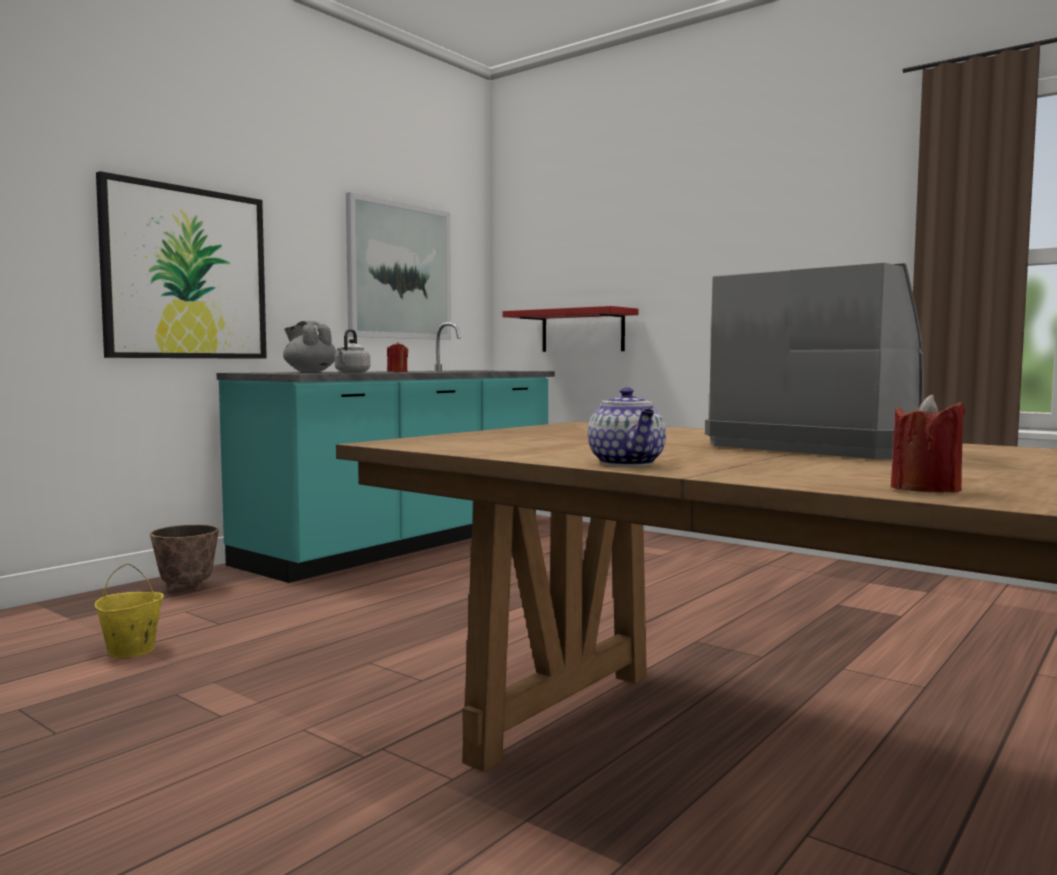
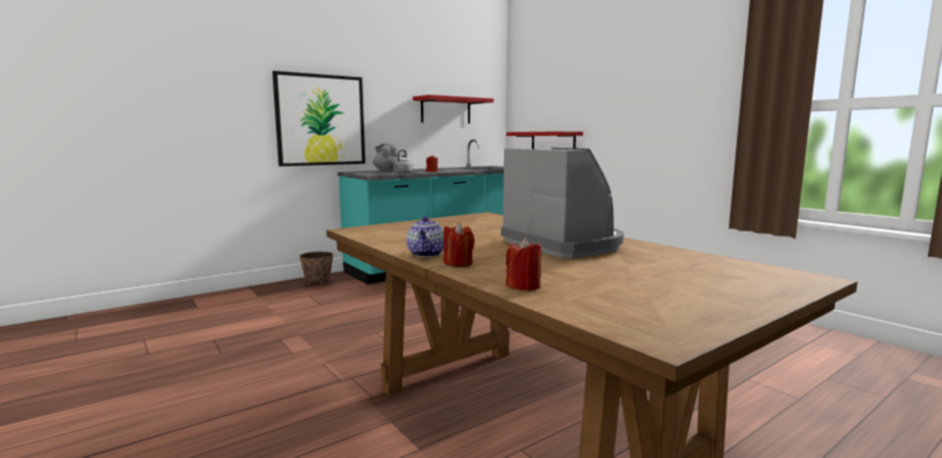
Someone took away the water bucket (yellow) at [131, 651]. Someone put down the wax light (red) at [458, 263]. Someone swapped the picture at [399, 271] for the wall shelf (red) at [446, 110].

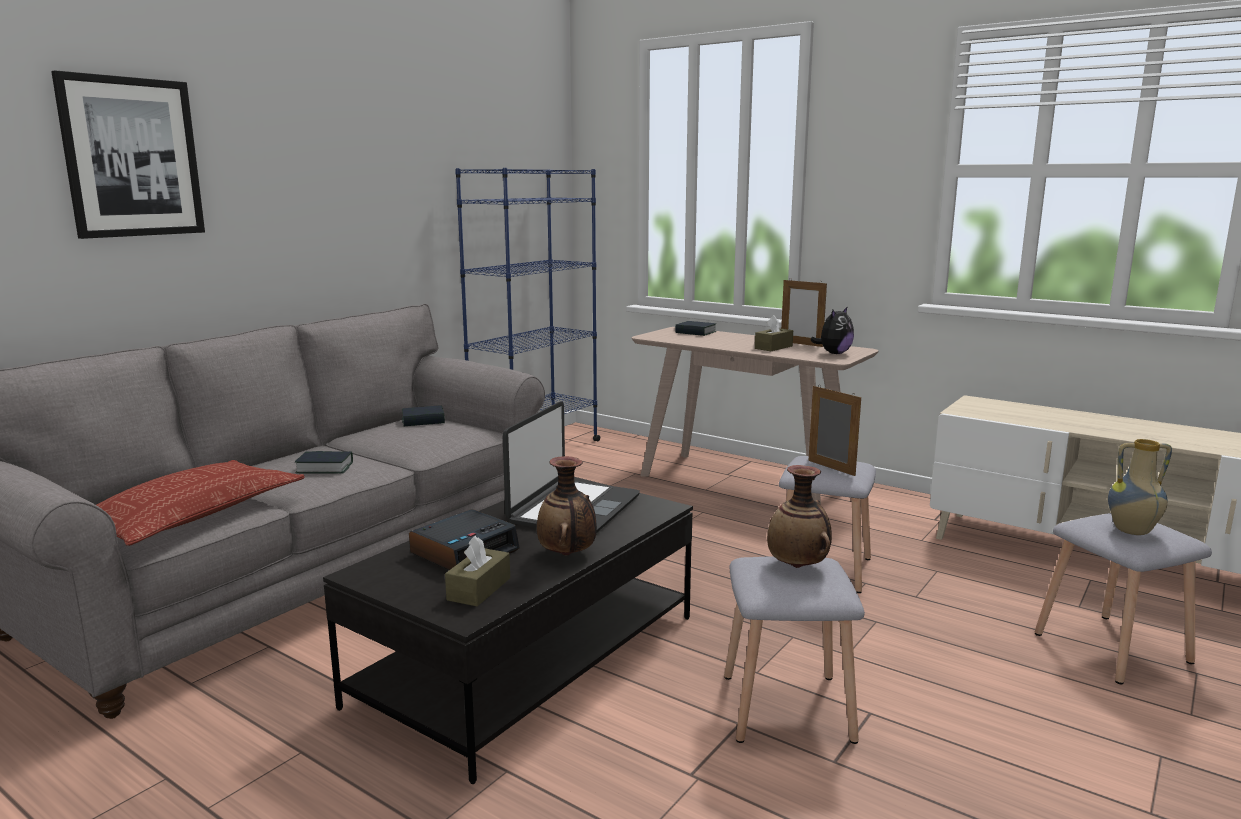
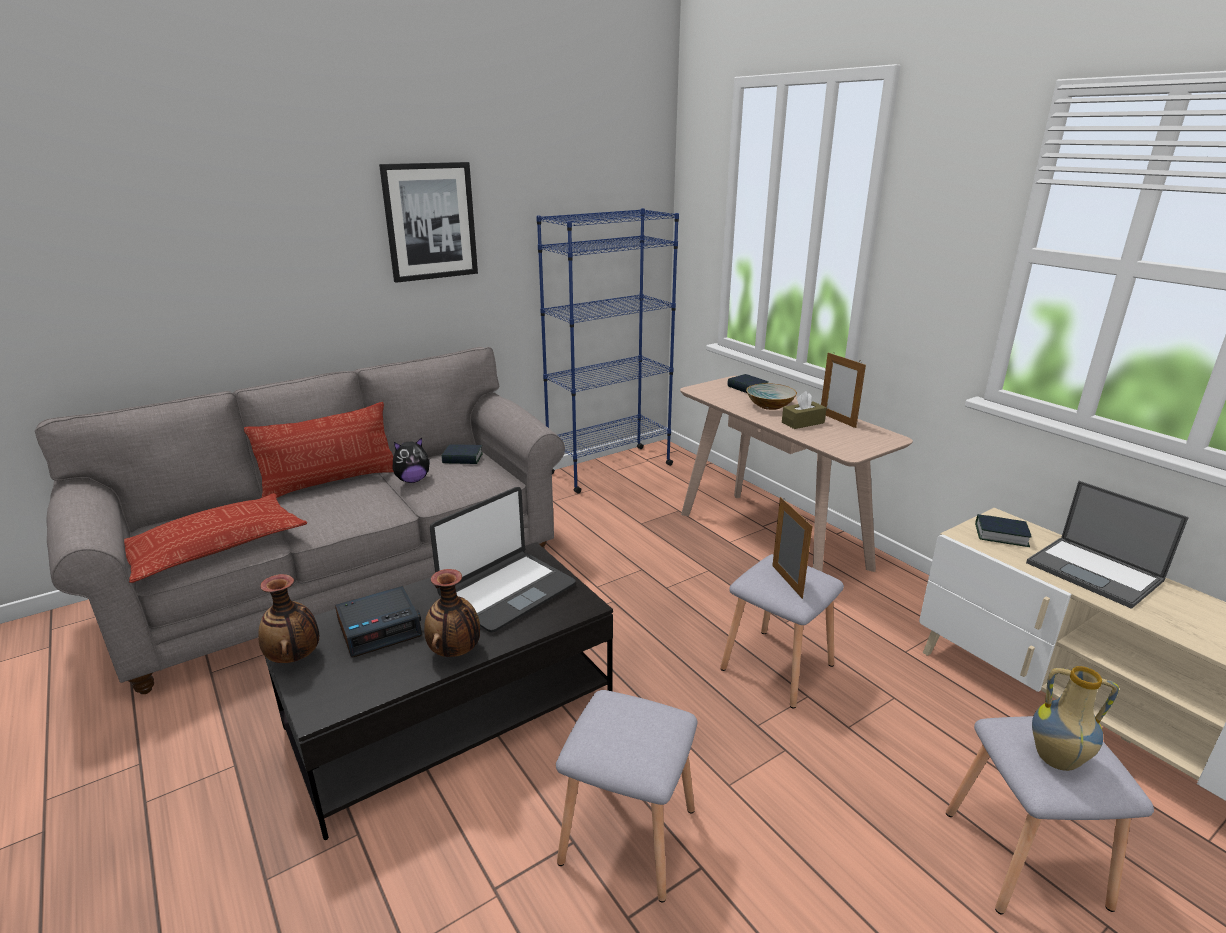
Someone took away the box of tissues (brown-coloured) at [479, 589]. Someone put down the throw pillow at [331, 482]. Someone put down the deep dish at [770, 405]. Someone put down the portable computer at [1095, 572]. Someone carried the picture from [132, 157] to [430, 221]. Someone carried the book from [324, 468] to [1001, 535]. Someone carried the vase from [798, 566] to [295, 657]. Someone carried the plush toy from [834, 353] to [412, 480].

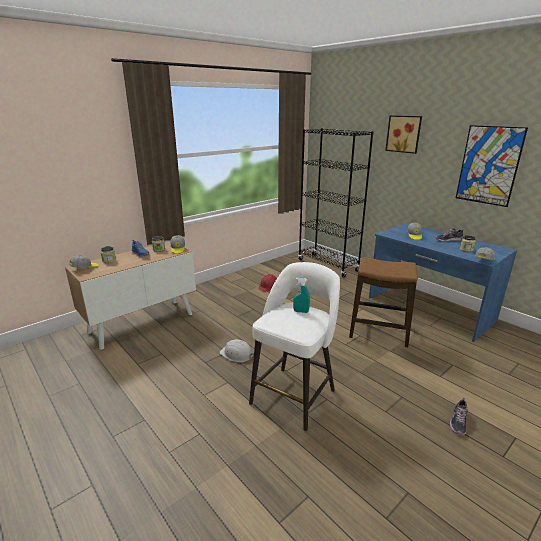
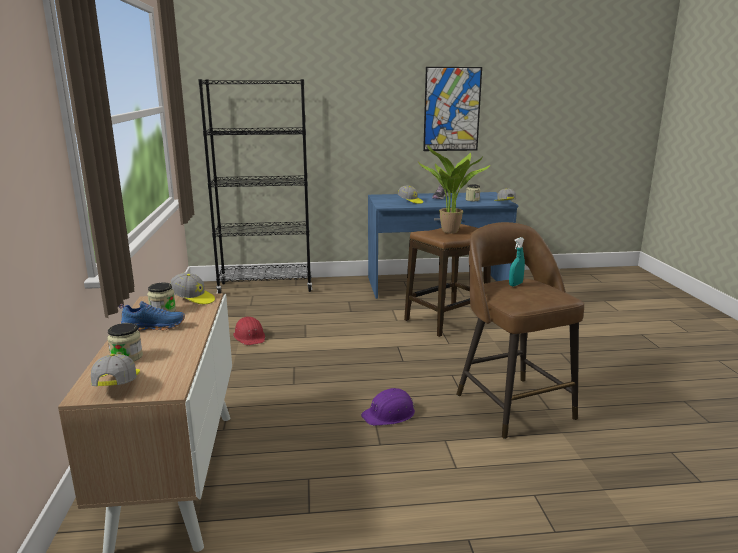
Someone took away the picture at [404, 134]. Someone took away the low shoe at [458, 422]. Someone put down the potted plant at [451, 232]. Someone repainted the safety helmet (whitish) at [236, 354], which became the safety helmet (purple) at [389, 414]. Someone repainted the stool (whitish) at [294, 395], which became the stool (brown-coloured) at [512, 404].

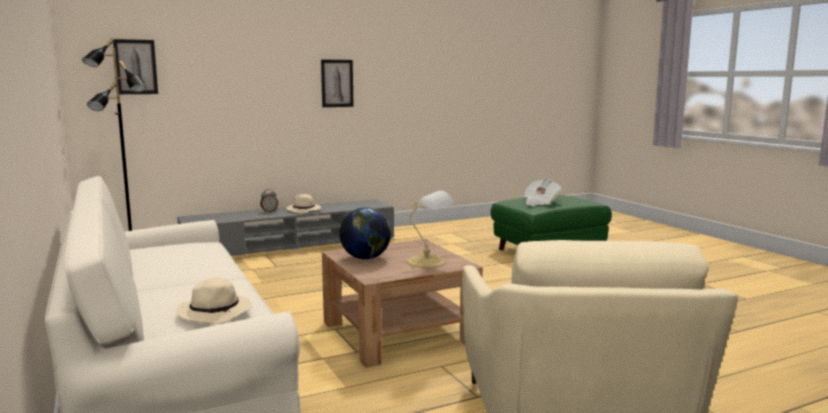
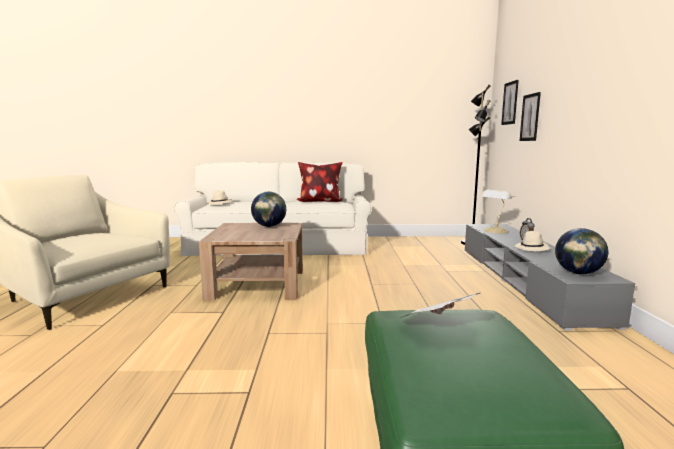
Someone put down the throw pillow at [319, 201]. Someone put down the globe at [578, 273]. Someone carried the picture from [337, 83] to [530, 117]. Someone carried the table lamp from [428, 262] to [495, 231].

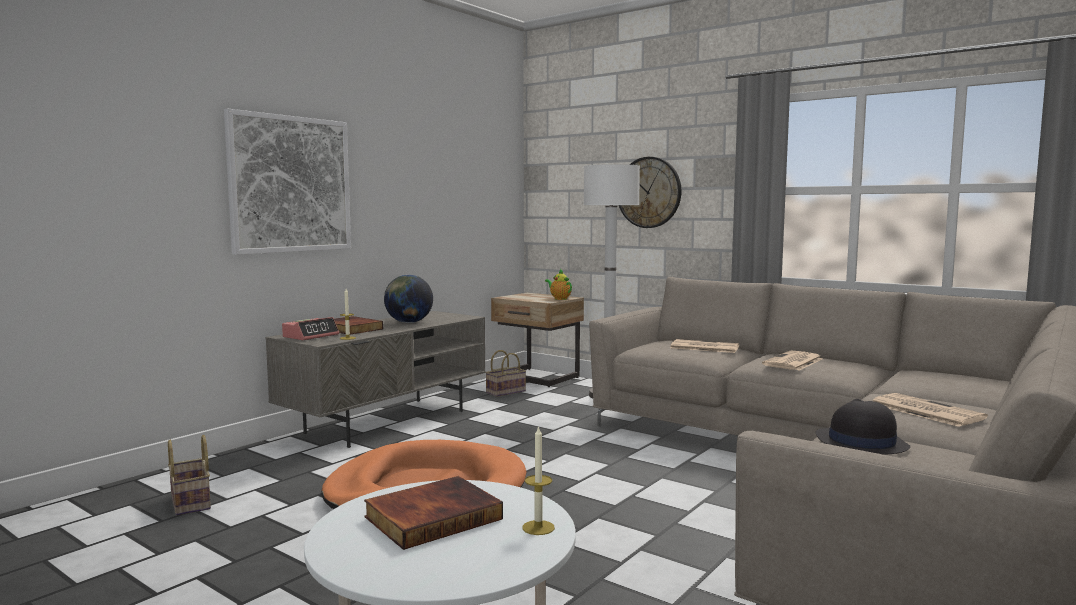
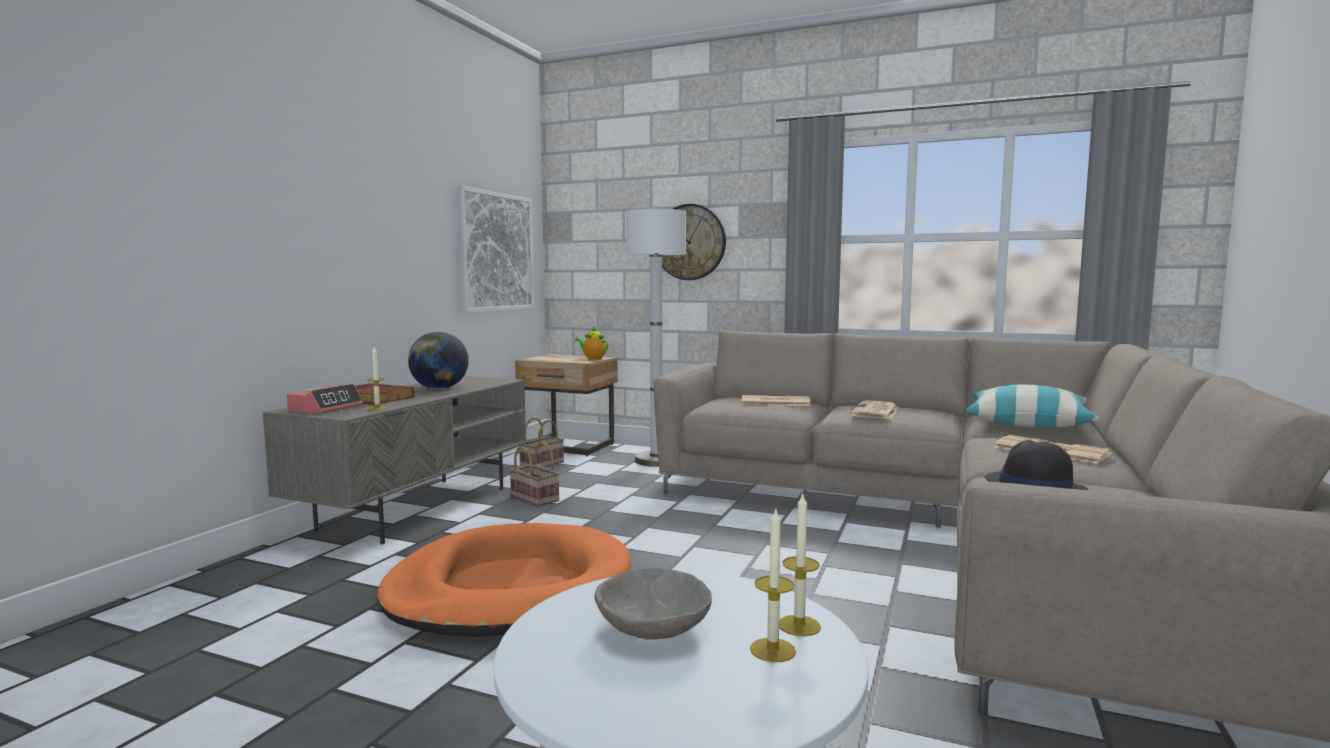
Someone put down the wax light at [772, 650]. Someone put down the throw pillow at [1027, 423]. Someone carried the basket from [192, 502] to [536, 498]. Someone carried the picture from [290, 184] to [496, 252]. Someone swapped the book at [433, 517] for the deep dish (gray) at [653, 628].

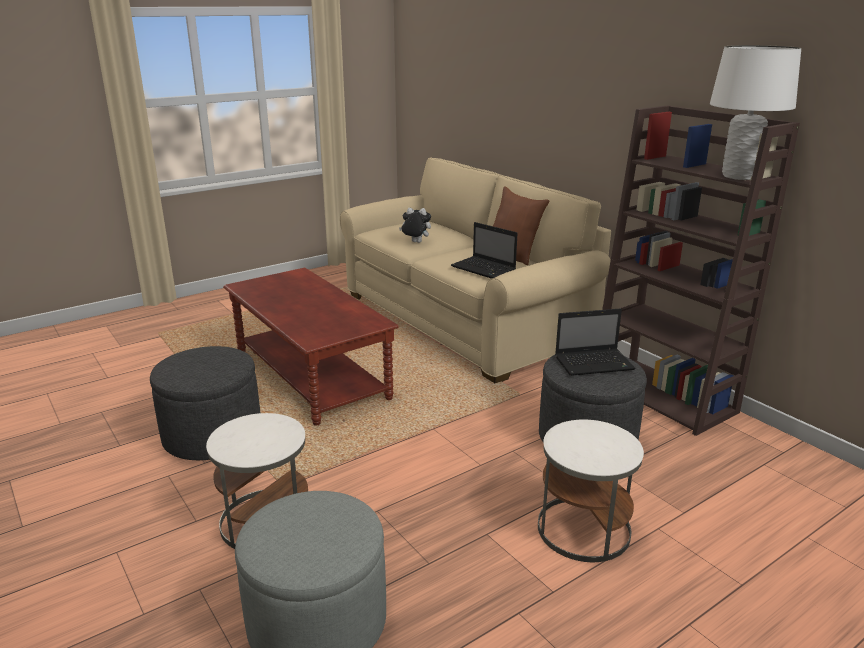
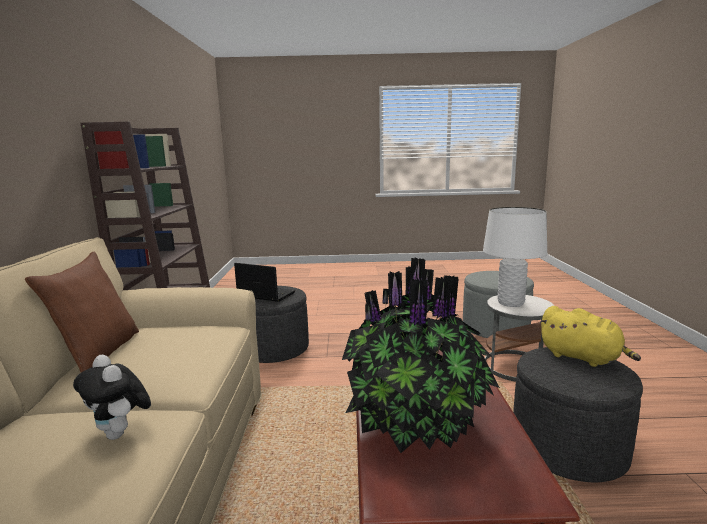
Someone took away the portable computer at [484, 269]. Someone took away the accent table (whitish) at [583, 530]. Someone put down the potted plant at [417, 428]. Someone put down the plush toy (yellow) at [582, 358]. Someone carried the table lamp (whitish) from [739, 176] to [510, 303].

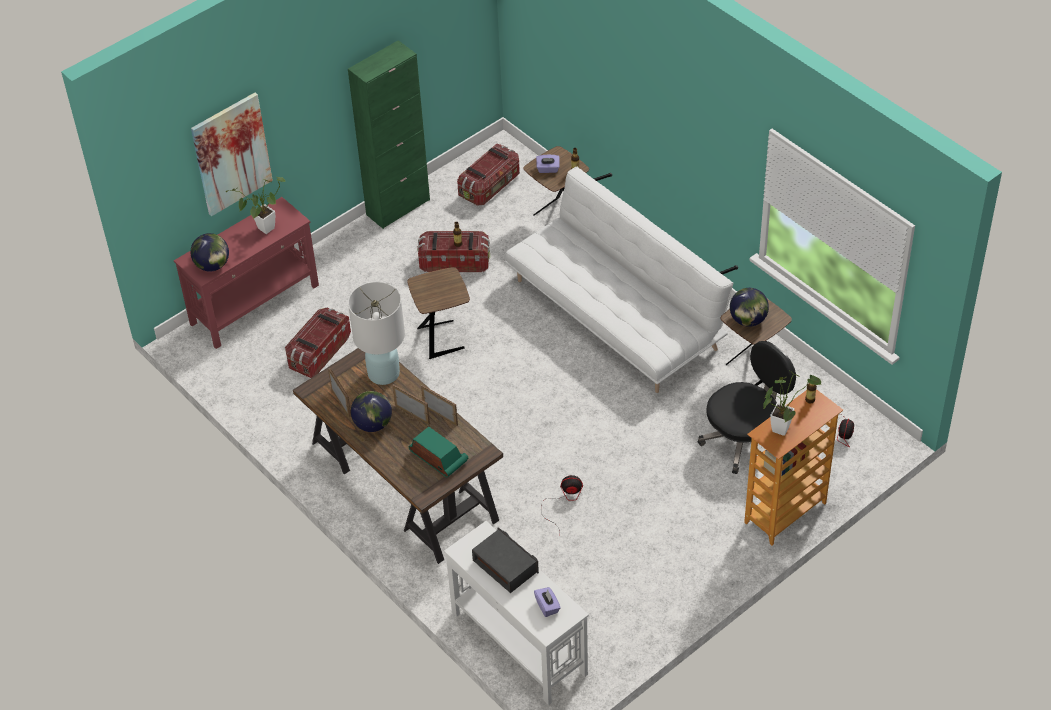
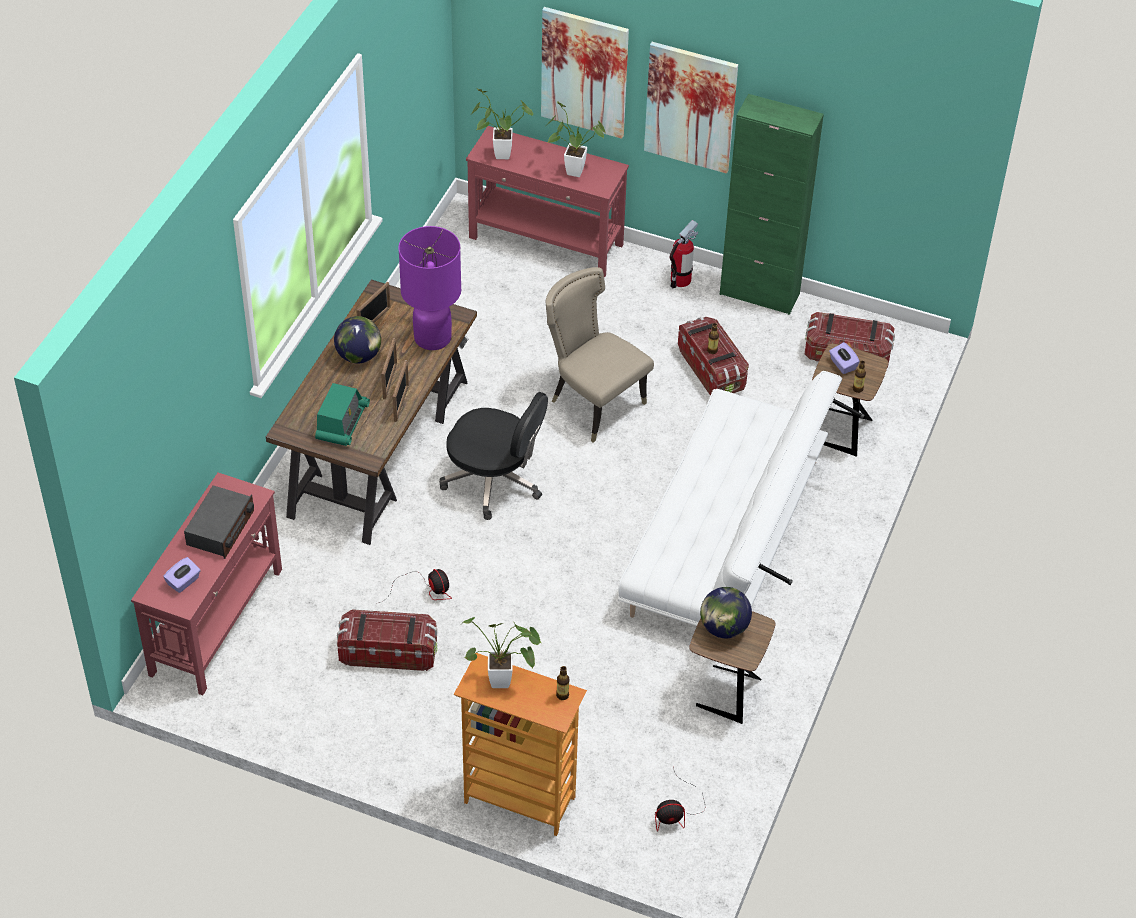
Someone put up the picture at [690, 107]. Someone put down the fire extinguisher at [680, 280]. Someone carried the storage box from [319, 352] to [388, 652]. Someone carried the office chair (blackish) from [744, 439] to [494, 481]. Someone swapped the globe at [212, 265] for the potted plant at [498, 154]. Someone swapped the accent table (brown-coloured) at [442, 338] for the upright chair (beige) at [593, 403]. Someone repainted the table lamp (whitish) at [383, 373], which became the table lamp (purple) at [432, 337]. Someone repainted the hall table (whitish) at [518, 642], which became the hall table (red) at [217, 621].

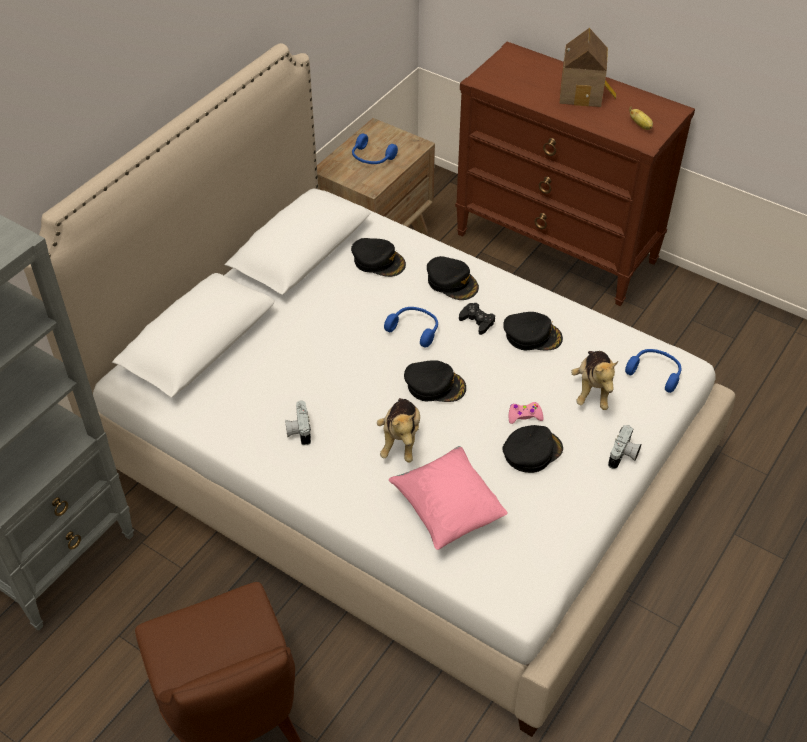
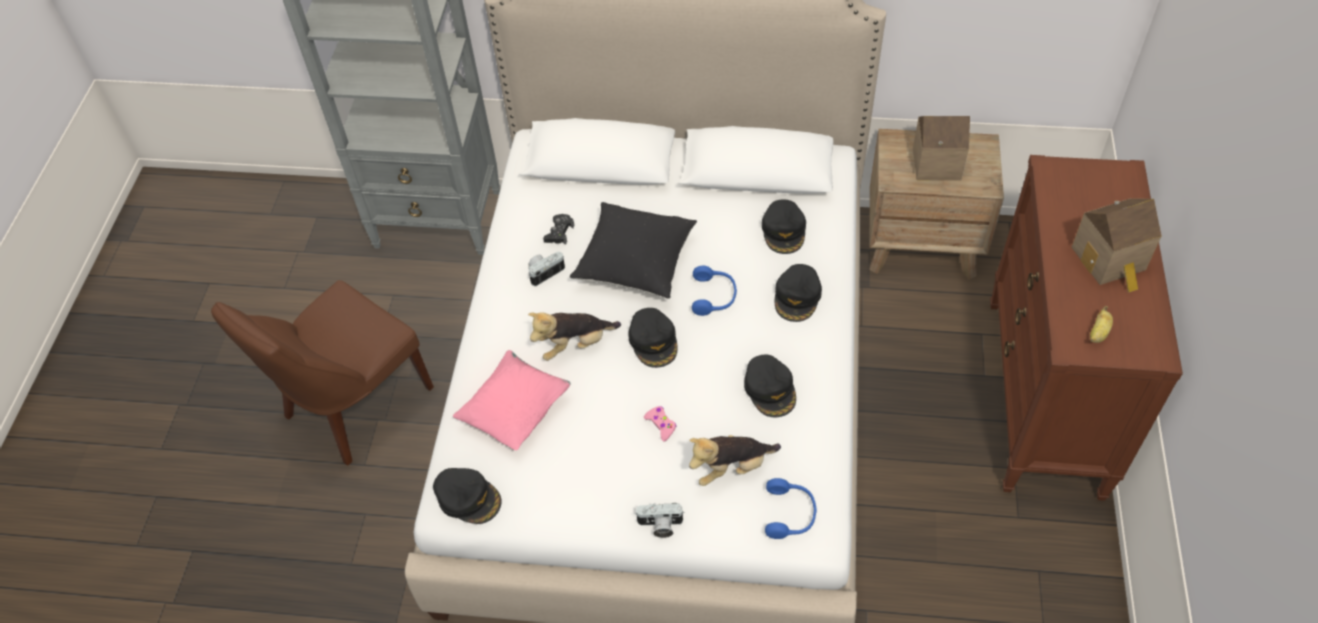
Someone put down the throw pillow (blackish) at [635, 263]. Someone carried the game controller (blackish) from [477, 321] to [559, 233]. Someone carried the peaked cap (blackish) from [531, 451] to [468, 498]. Someone swapped the headphones (blue-coloured) at [371, 158] for the model house at [935, 162].

